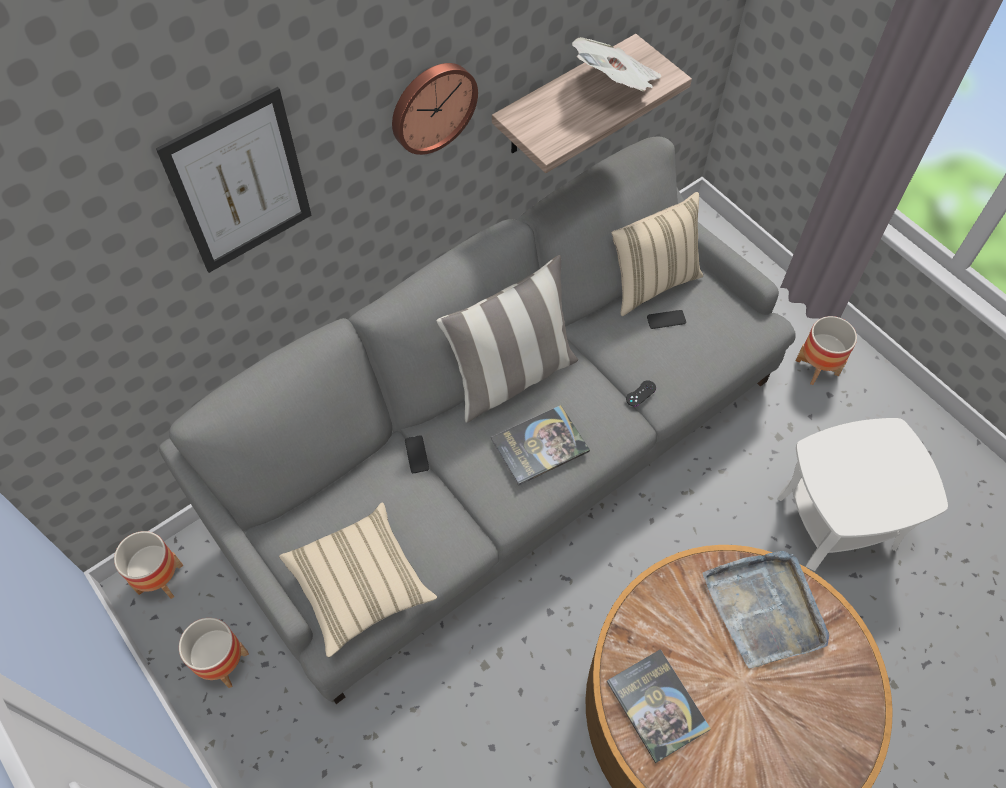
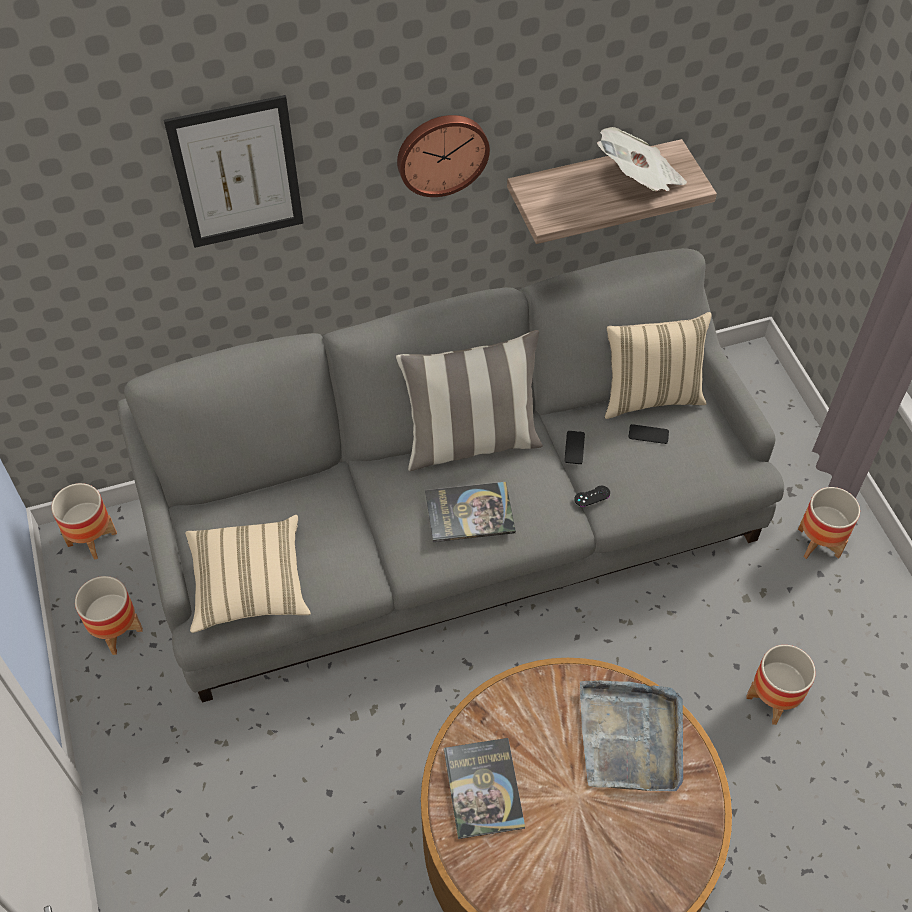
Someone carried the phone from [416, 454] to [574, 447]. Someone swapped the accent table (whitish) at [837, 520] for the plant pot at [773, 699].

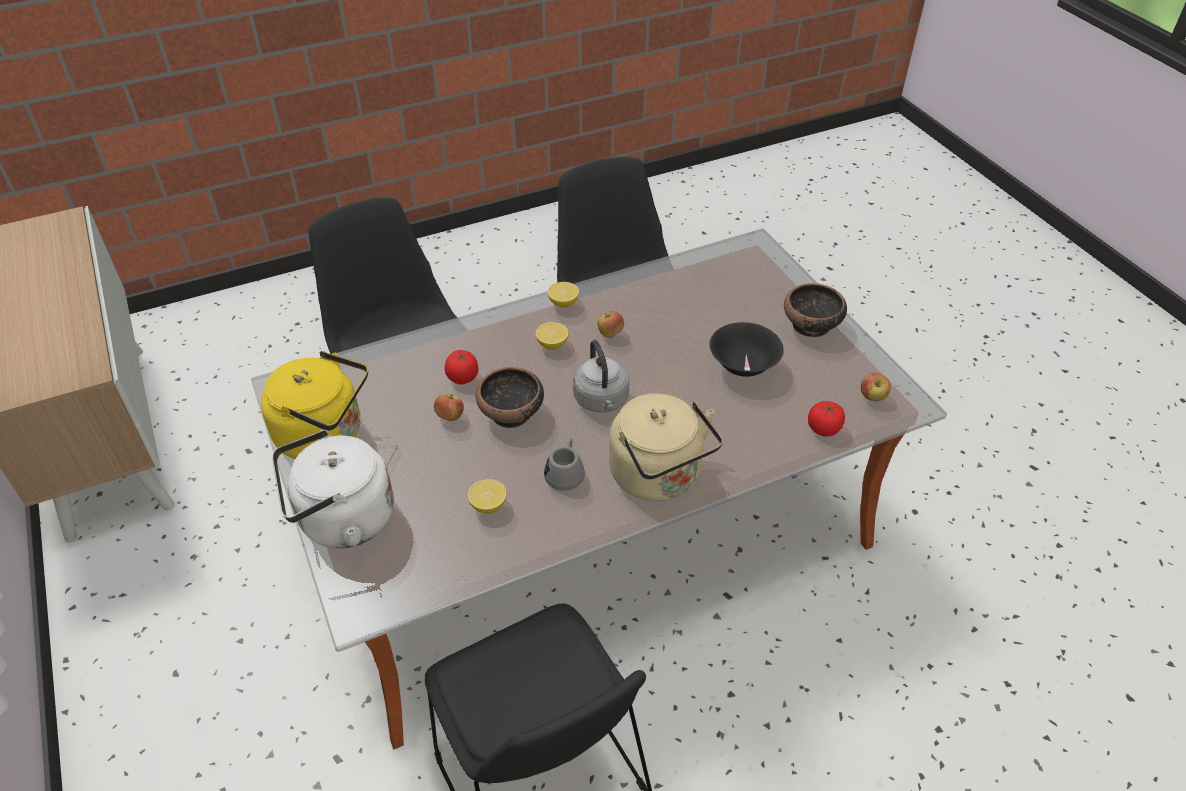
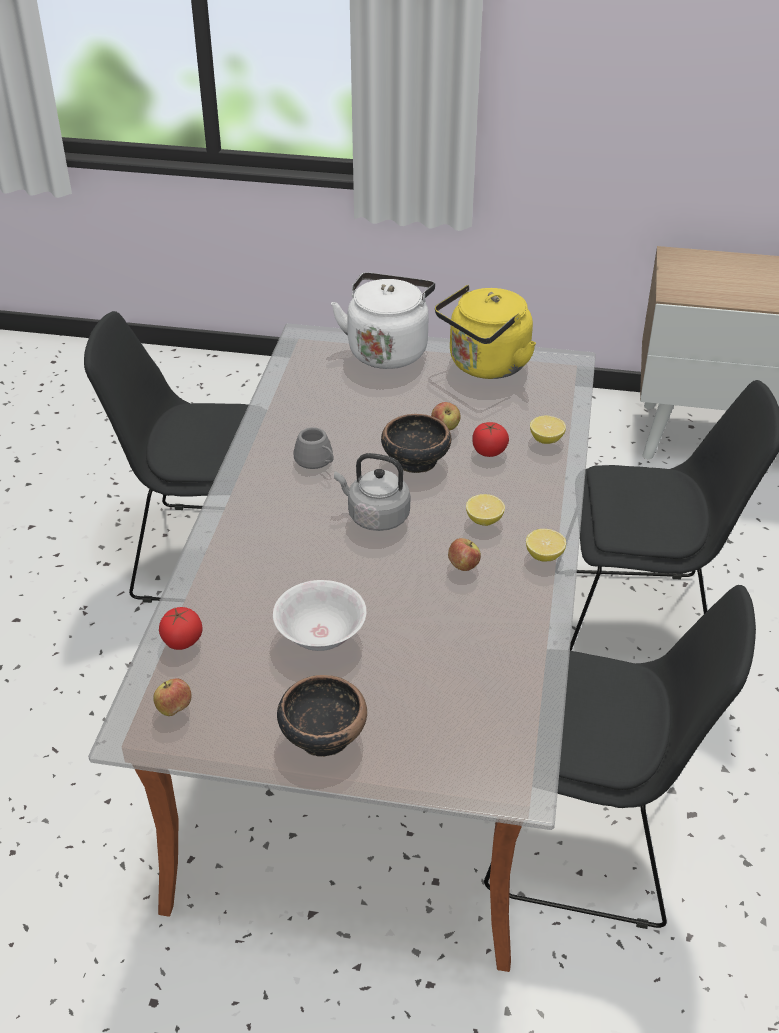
Someone took away the kettle (beige) at [659, 477]. Someone carried the whole lemon from [488, 505] to [546, 439]. Someone repainted the deep dish (blackish) at [743, 366], which became the deep dish (whitish) at [320, 635].

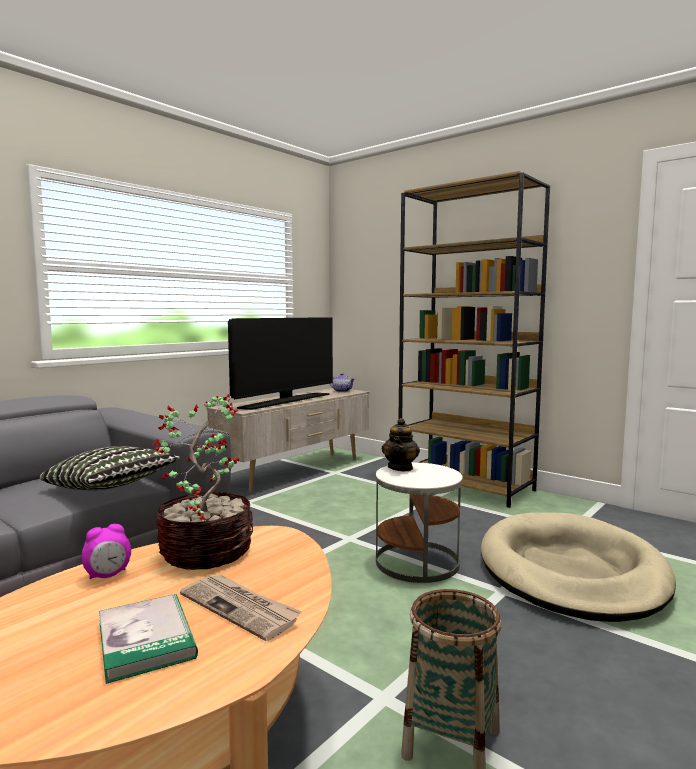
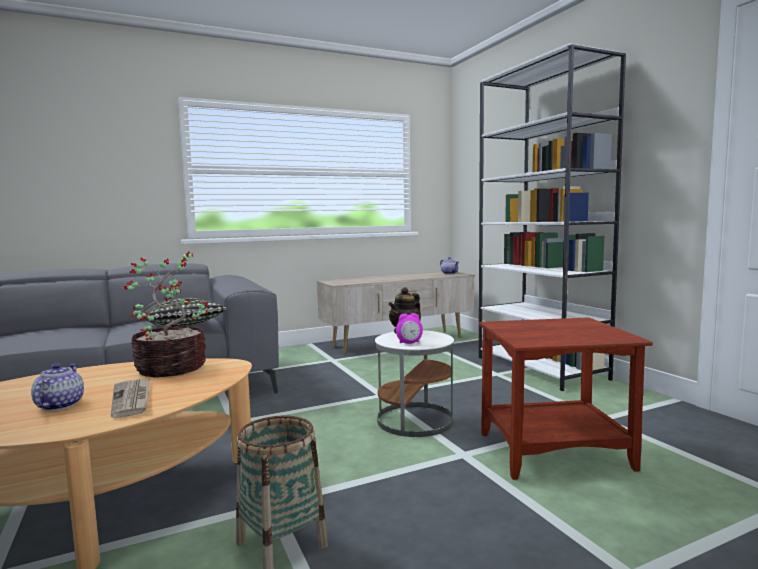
Someone took away the TV at [286, 401]. Someone carried the bedside clock from [108, 575] to [409, 343]. Someone swapped the book at [146, 640] for the teapot at [59, 405]. Someone swapped the dog cushion (beige) at [571, 571] for the accent table (brown-coloured) at [554, 452]. Someone repainted the bookcase (brown-coloured) at [466, 485], which became the bookcase (whitish) at [541, 368].

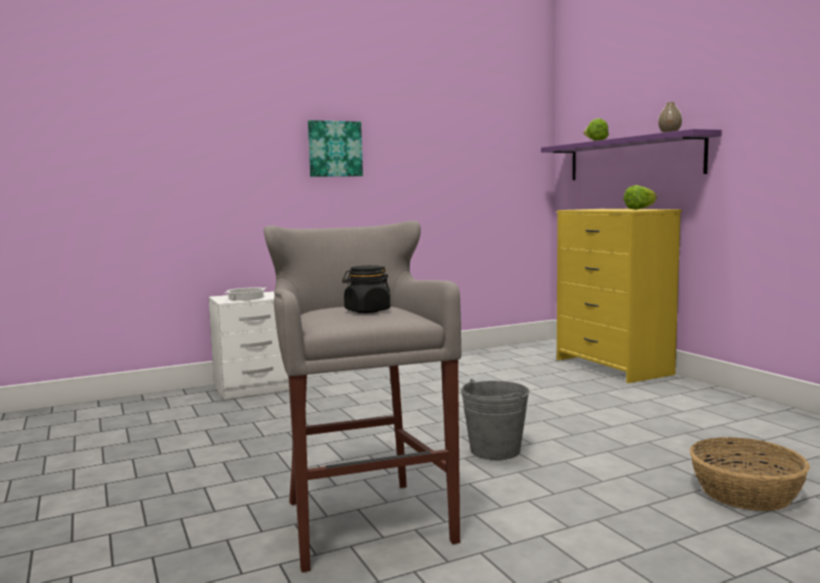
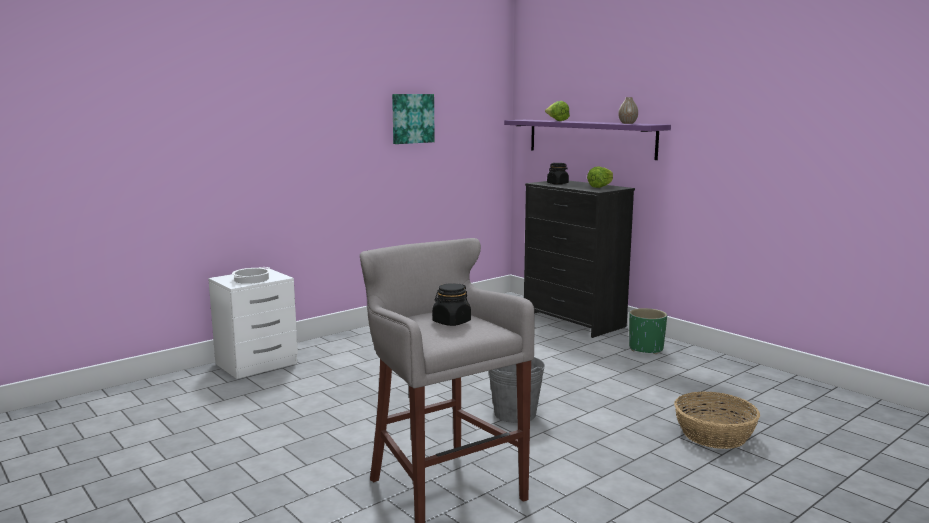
Someone put down the jar (blackish) at [557, 183]. Someone put down the plant pot (green) at [646, 349]. Someone carried the picture from [334, 149] to [412, 118]. Someone repainted the chest of drawers (yellow) at [612, 367], which became the chest of drawers (blackish) at [573, 321].

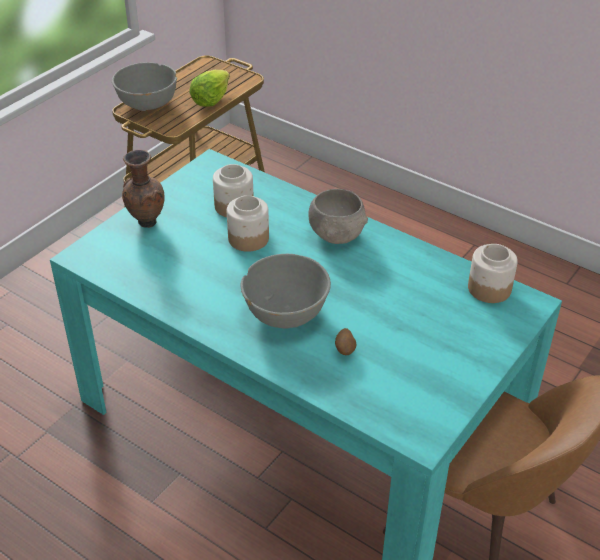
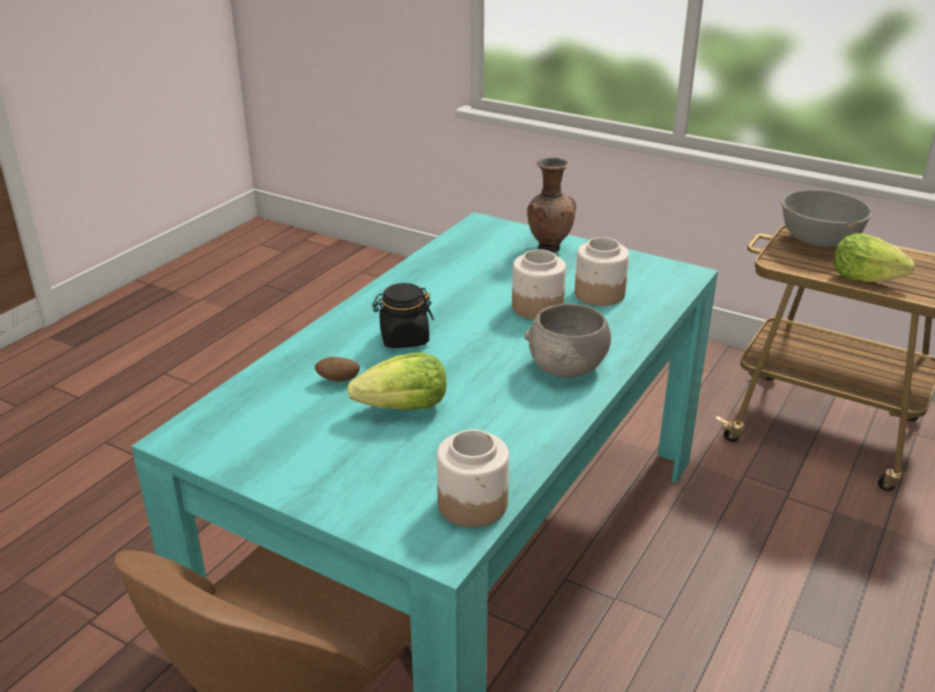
Someone put down the head of lettuce at [404, 408]. Someone swapped the deep dish (gray) at [285, 312] for the jar (blackish) at [404, 338].

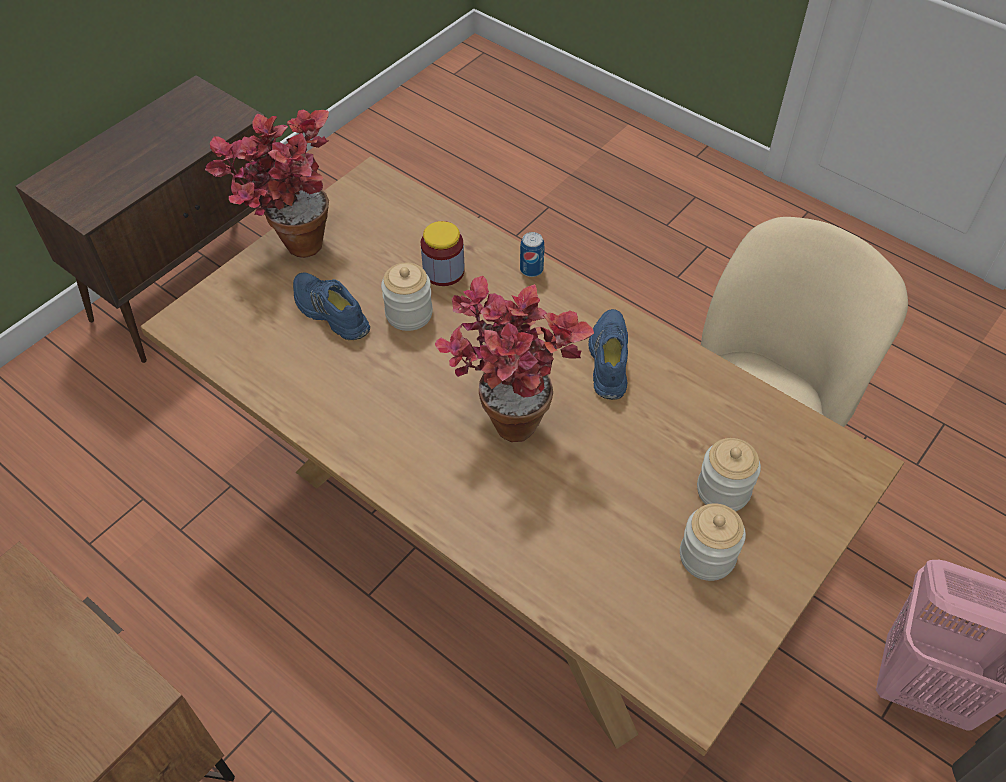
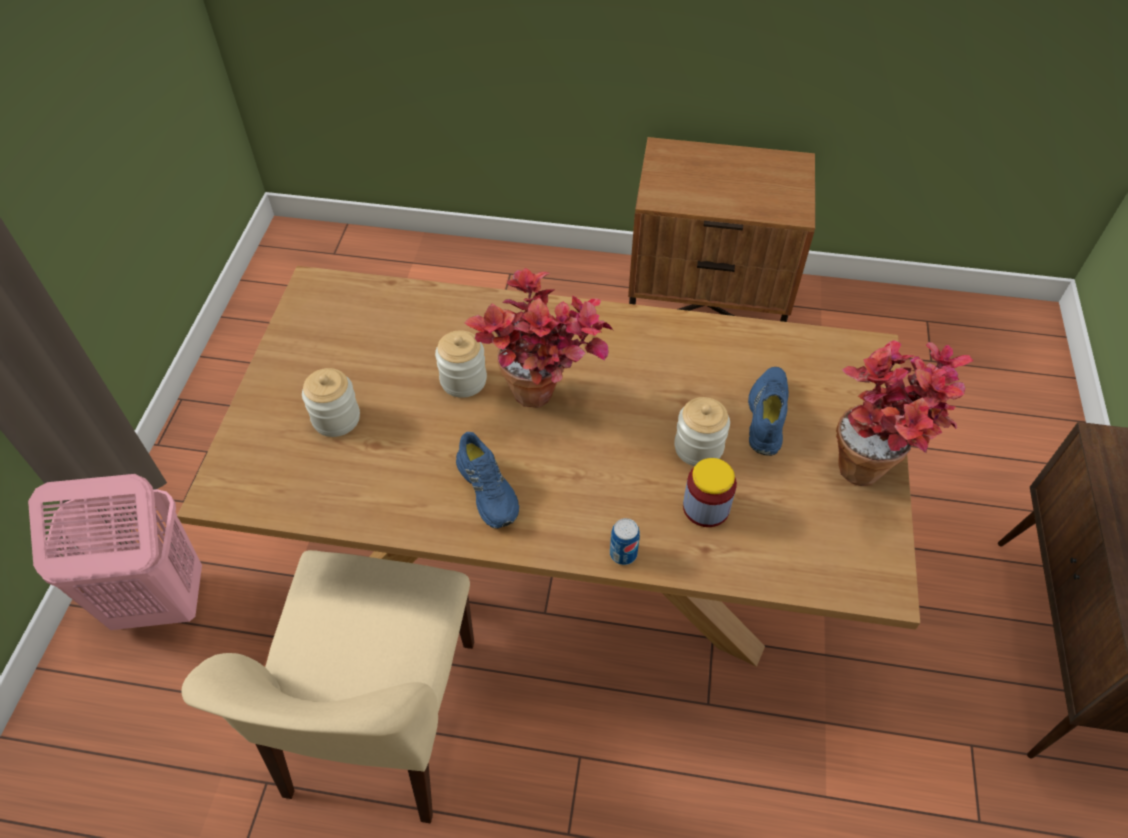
Someone carried the jar from [707, 556] to [463, 380]. Someone rotated the low shoe (blue-coloured) at [329, 313] by 90 degrees counterclockwise.

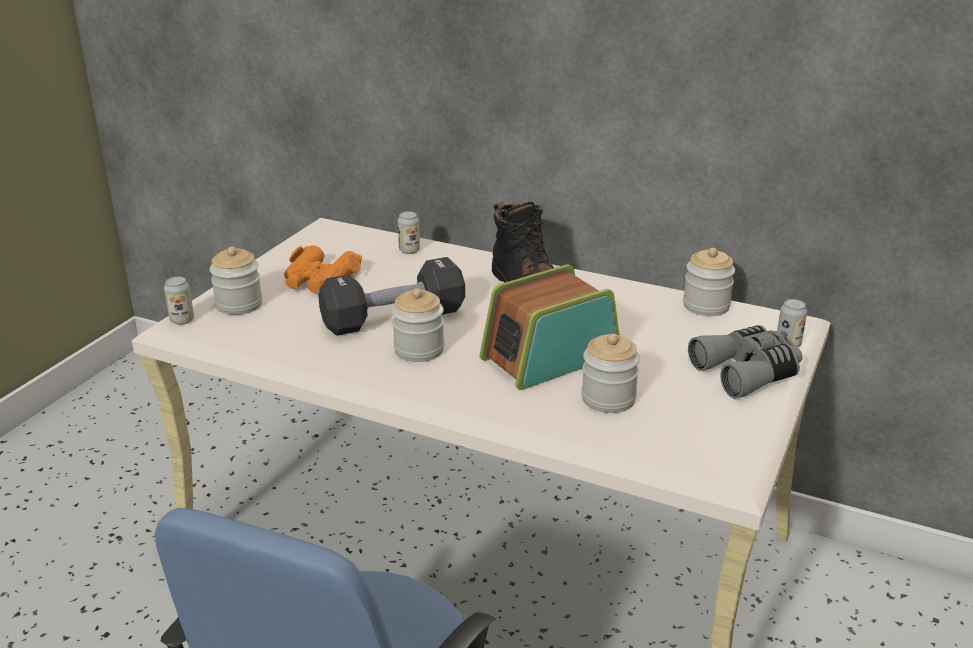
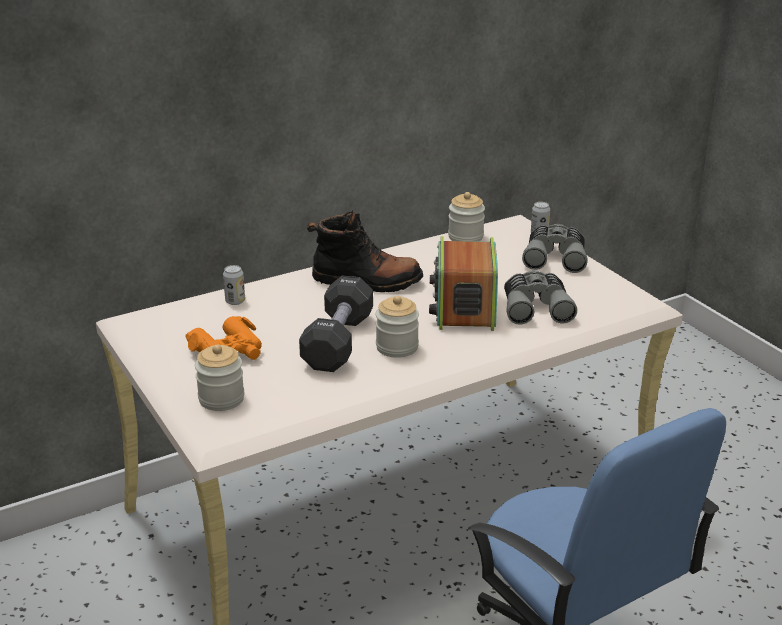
Someone took away the metal can at [182, 320]. Someone swapped the jar at [608, 399] for the pair of binoculars (gray) at [536, 307].

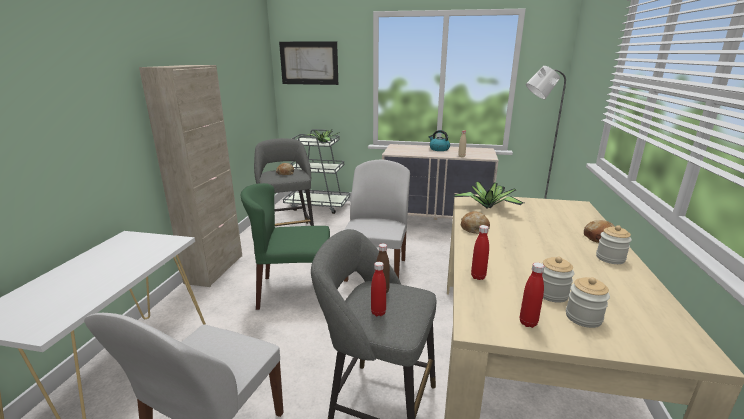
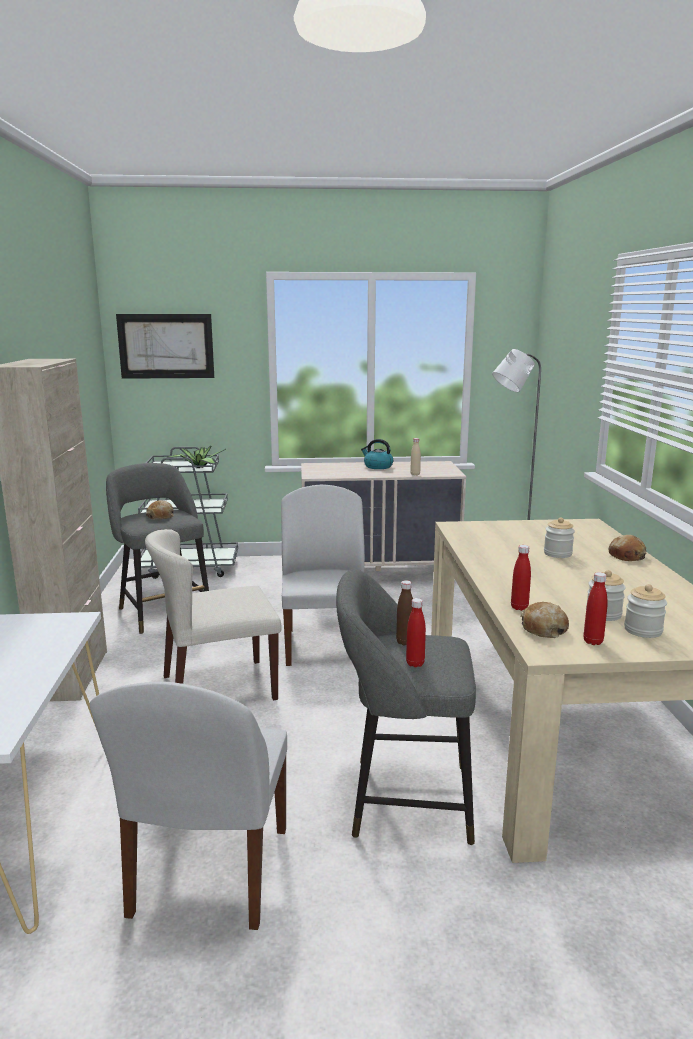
Someone took away the potted plant at [488, 207]. Someone carried the bakery bread from [474, 228] to [543, 629]. Someone carried the jar from [610, 258] to [557, 553]. Someone repainted the upright chair (green) at [294, 291], which became the upright chair (beige) at [218, 688].

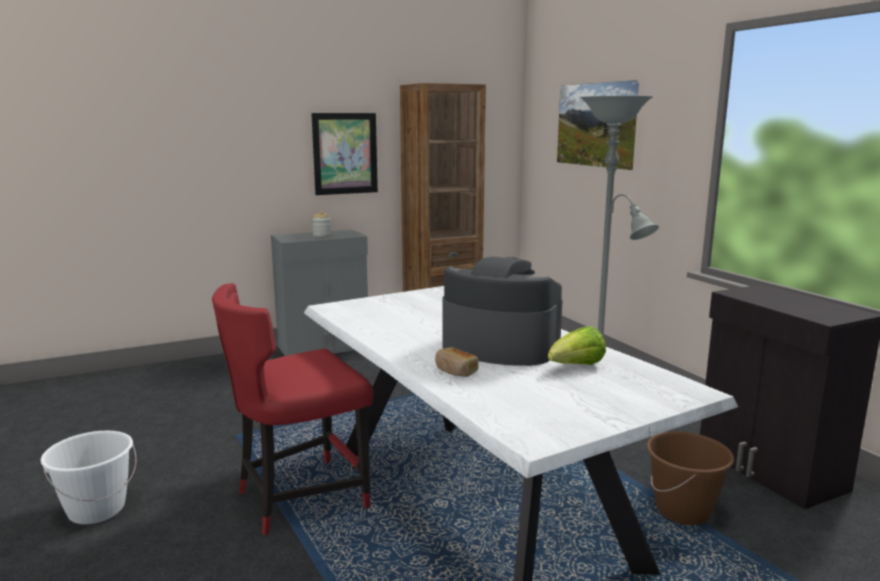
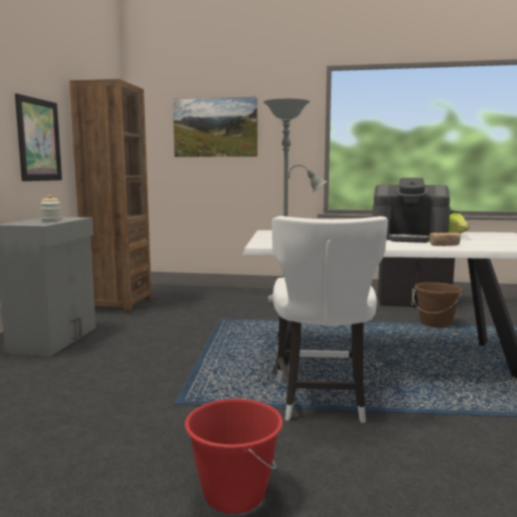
Someone repainted the water bucket (whitish) at [96, 510], which became the water bucket (red) at [234, 495]. Someone repainted the upright chair (red) at [299, 498], which became the upright chair (whitish) at [321, 401]. Someone rotated the coffee maker at [499, 347] by 135 degrees counterclockwise.

